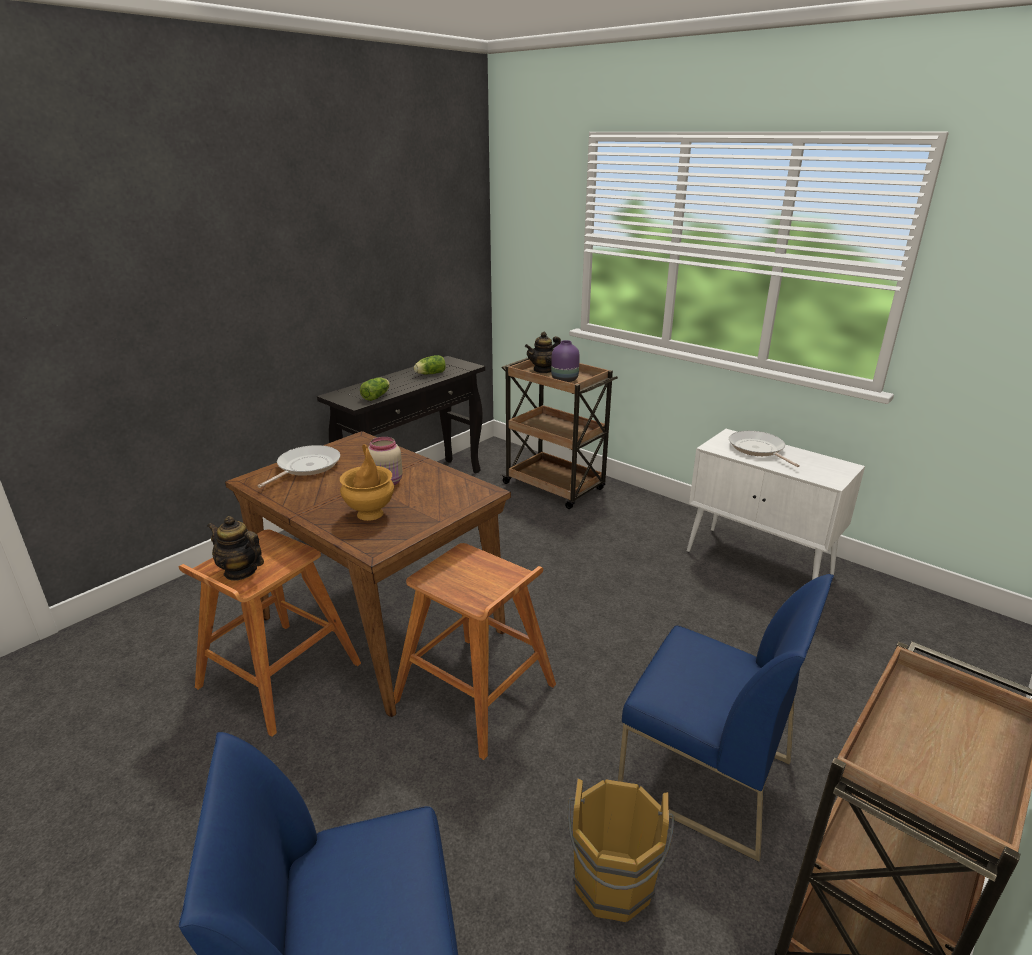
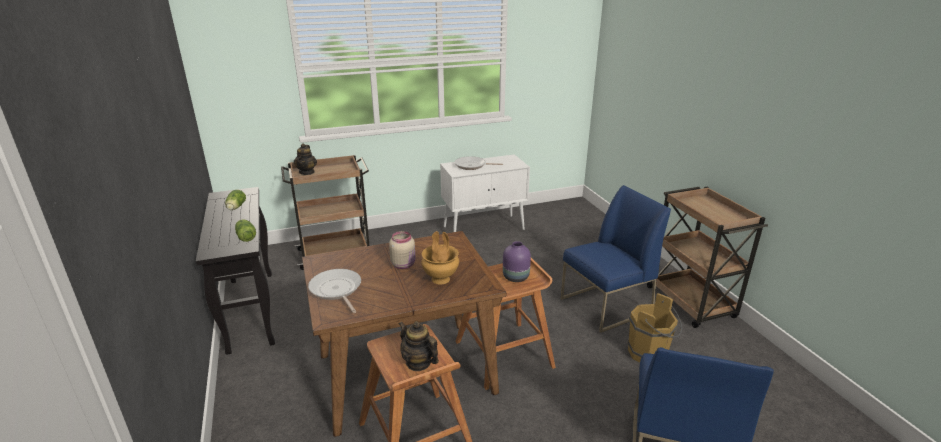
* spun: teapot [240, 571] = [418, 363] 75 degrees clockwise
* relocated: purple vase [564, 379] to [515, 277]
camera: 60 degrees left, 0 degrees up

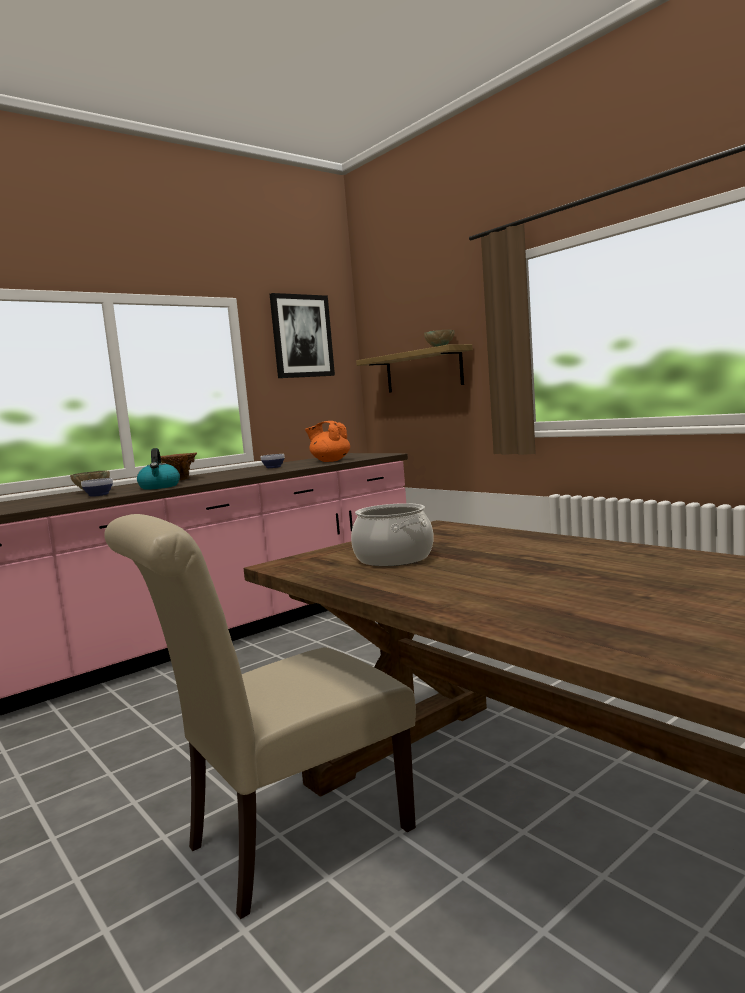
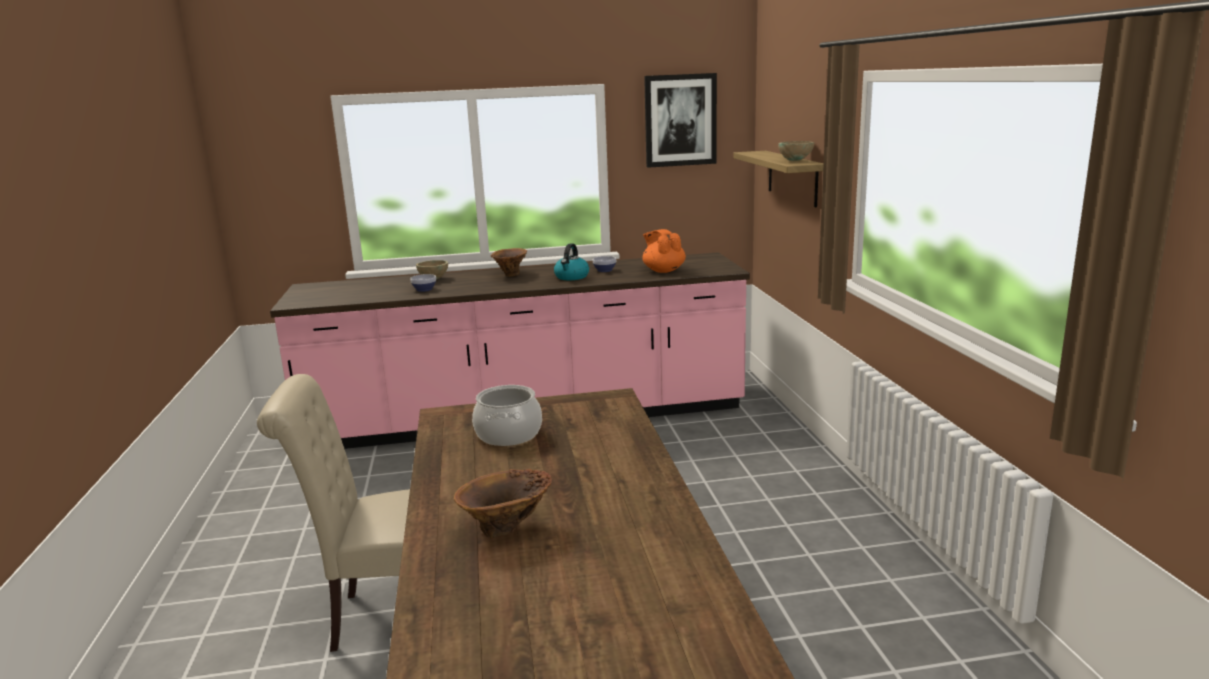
* appeared: brown vase [508, 529]
* relocated: kettle [159, 487] to [571, 277]
camera: 30 degrees right, 10 degrees up

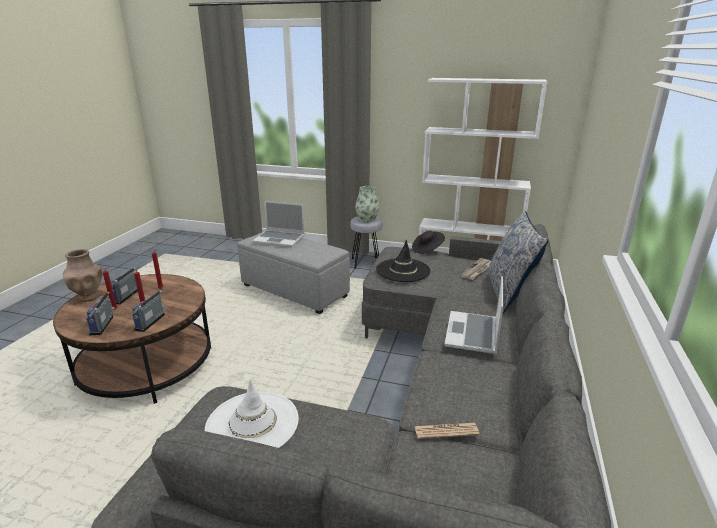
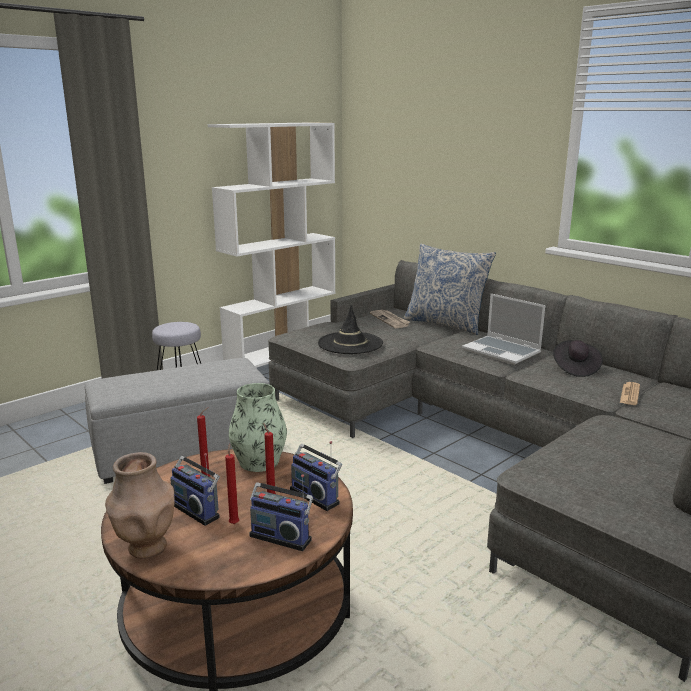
* relocated: vase [367, 219] to [259, 462]
* relocated: black hat [427, 249] to [575, 368]
* missing: white hat [252, 423]
* missing: laptop [280, 239]
camera: 60 degrees left, 5 degrees down

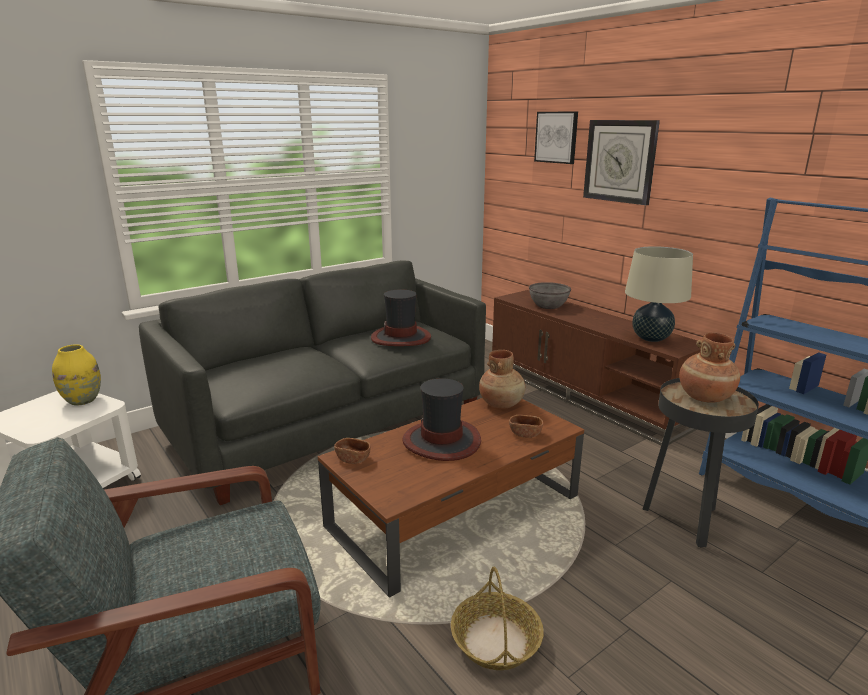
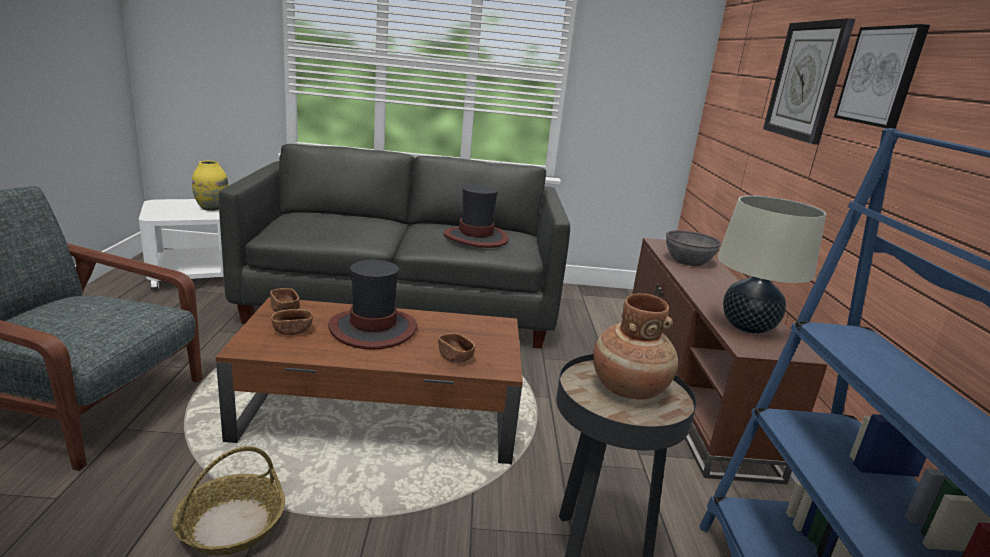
* appeared: brown bowl [292, 331]
* relocated: picture [556, 137] to [881, 76]
* missing: brown vase [501, 404]
camera: 35 degrees right, 0 degrees up

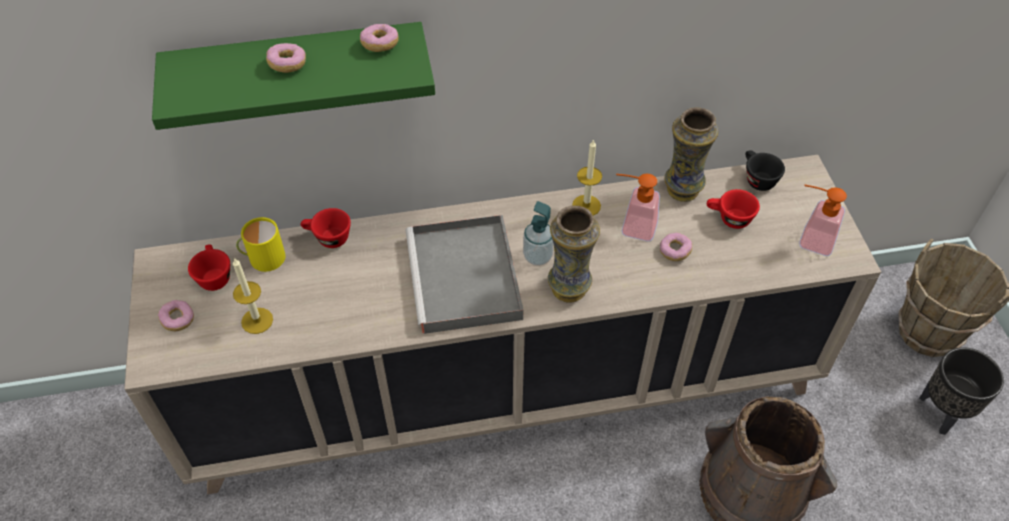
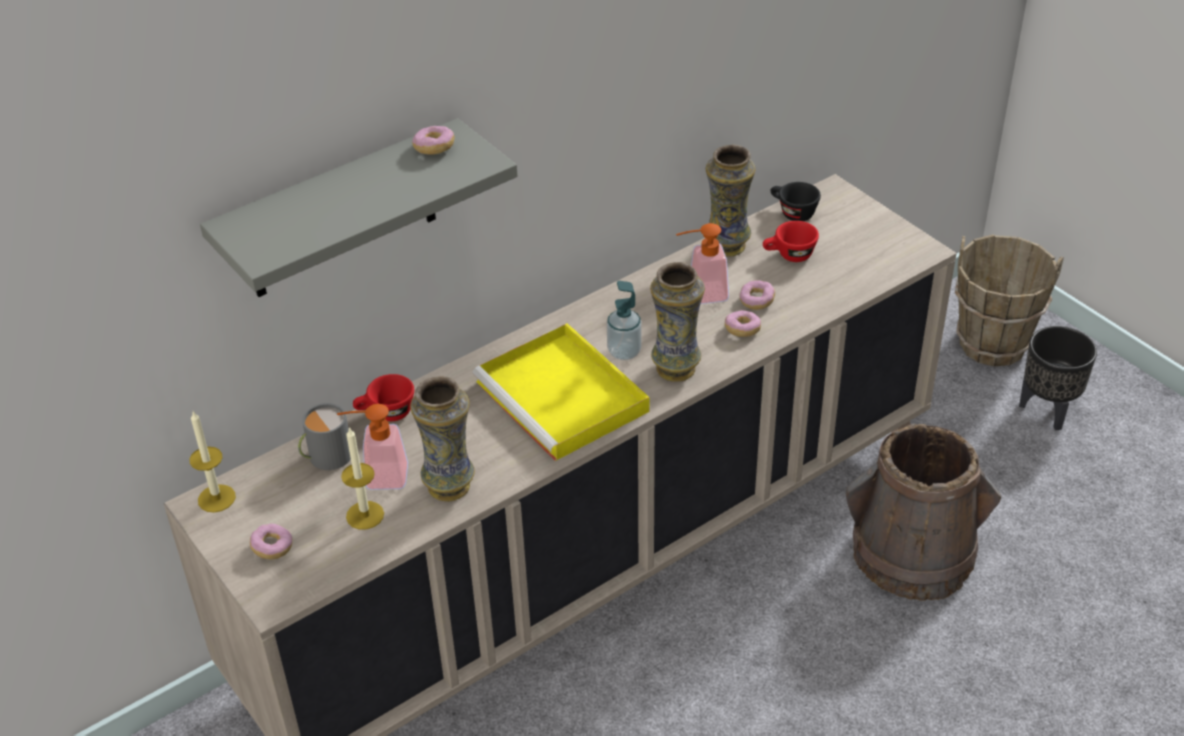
* relocated: candle [586, 205] to [216, 498]
* colour: green shelf [299, 74] to grey shelf [341, 212]
* colour: yellow mug [263, 257] to grey mug [326, 456]
* relocated: soap dispenser [809, 240] to [378, 477]
* appeared: vase [449, 485]
* colour: grey tray [465, 279] to yellow tray [564, 398]
* relocated: donut [287, 64] to [742, 330]
* missing: red cup [214, 276]
camera: 25 degrees left, 10 degrees down

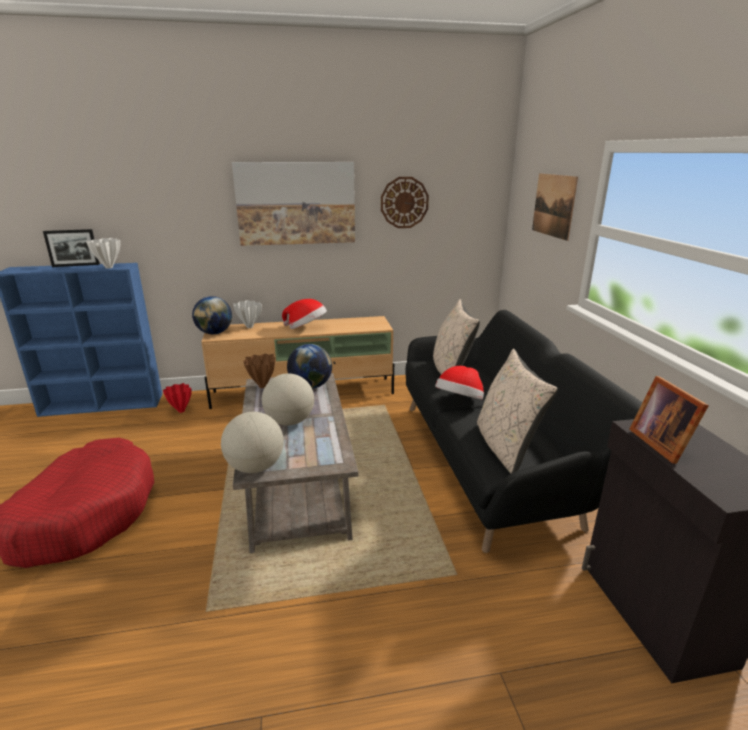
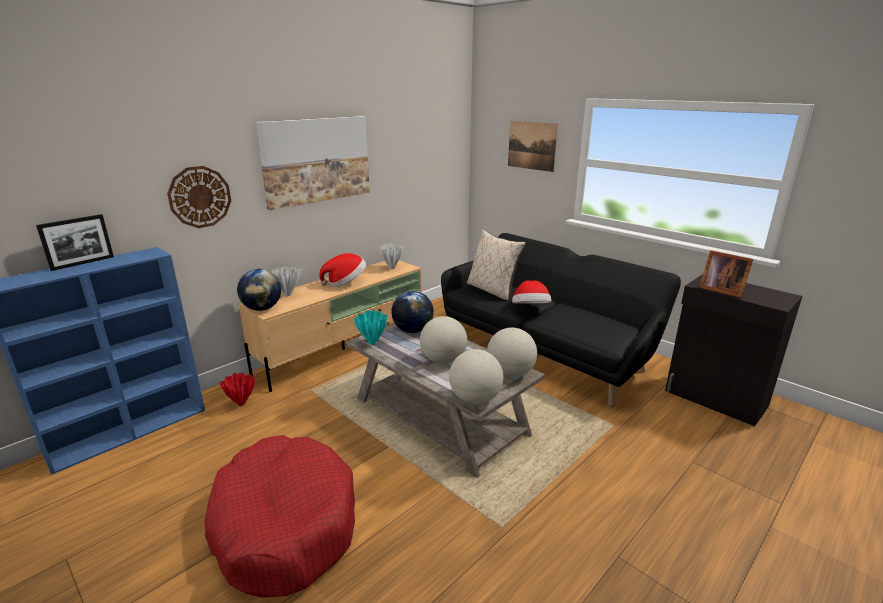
* relocated: wall clock [404, 202] to [200, 197]
* colour: brown vase [262, 386] to turquoise vase [372, 343]
* relocated: white vase [108, 268] to [392, 268]
* appeared: globe [510, 373]
* missing: beige pillow [505, 447]
camera: 35 degrees left, 0 degrees up

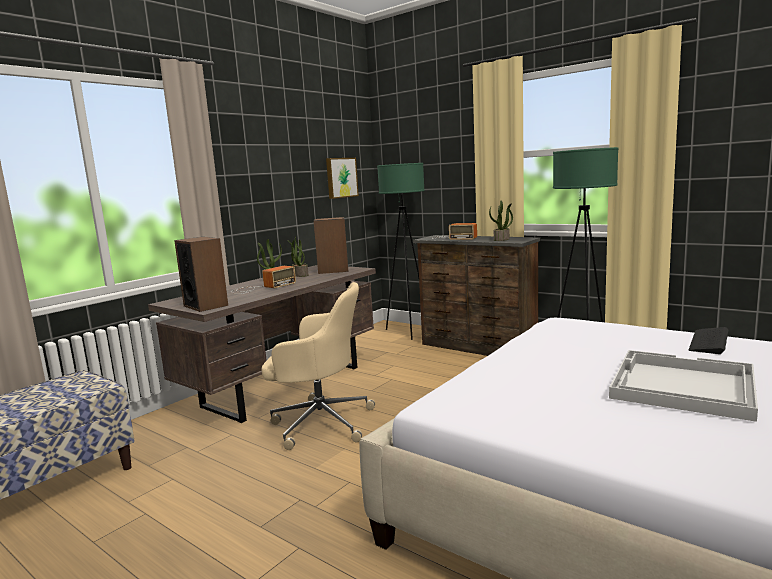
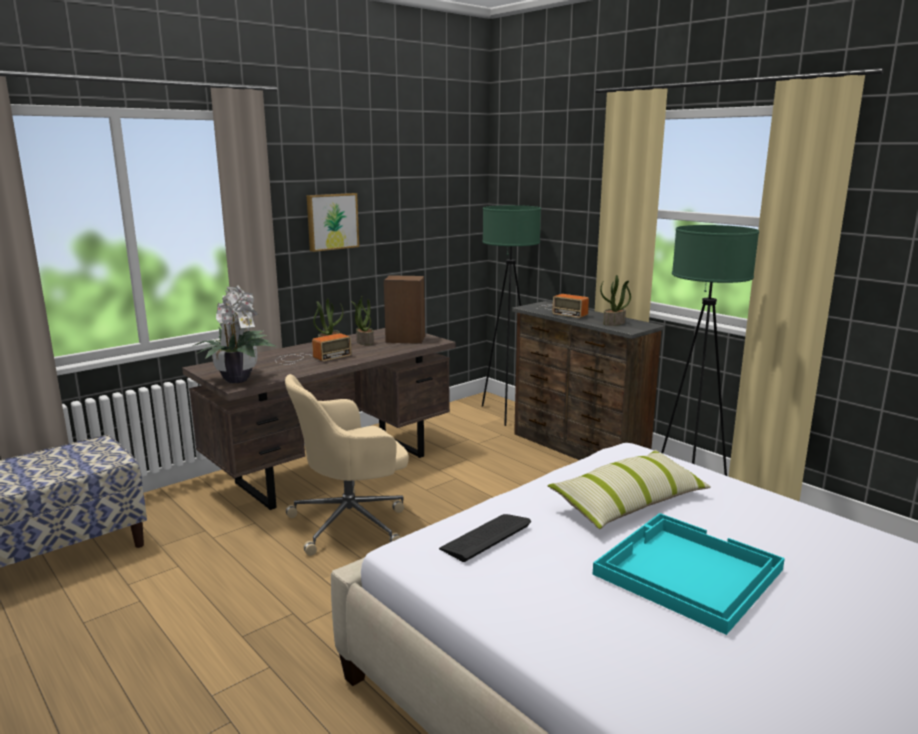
* exchanged: speaker [206, 305] to potted plant [237, 379]
* spun: beige office chair [320, 422] = [352, 523] 135 degrees clockwise
* relocated: picture [341, 177] to [331, 221]
* relocated: keyboard [709, 341] to [485, 537]
* appeared: pillow [629, 503]
* colour: white tray [681, 386] to turquoise tray [686, 572]
camera: 10 degrees right, 5 degrees up

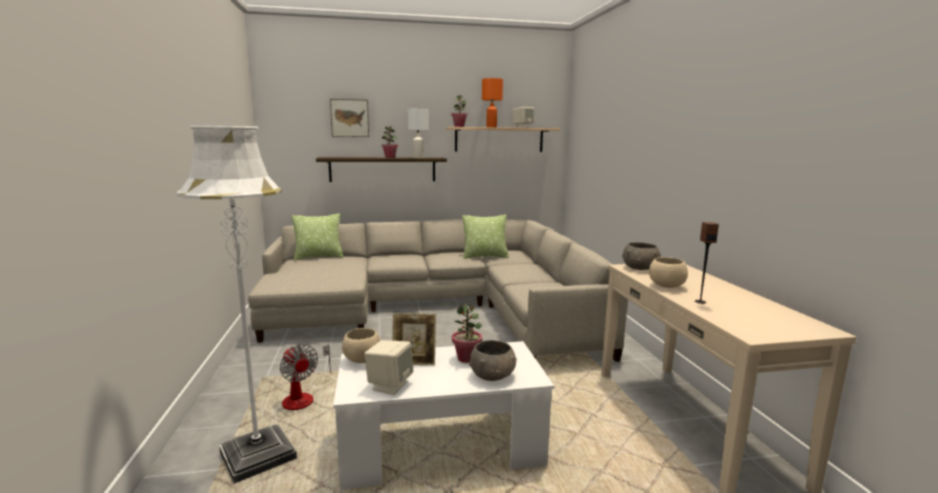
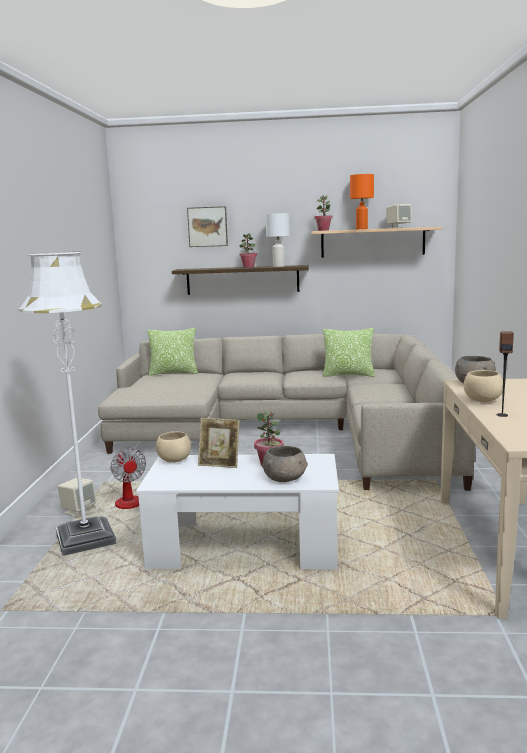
* relocated: beige speaker [389, 385] to [78, 511]
camera: 15 degrees right, 0 degrees up

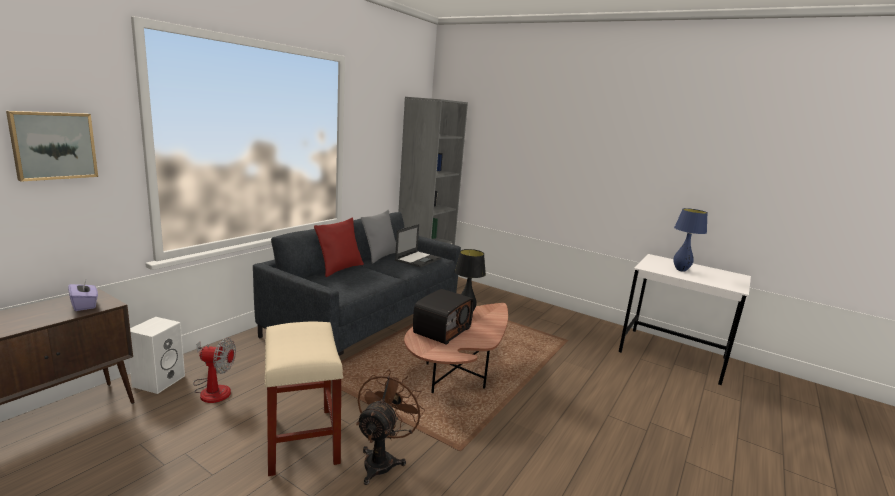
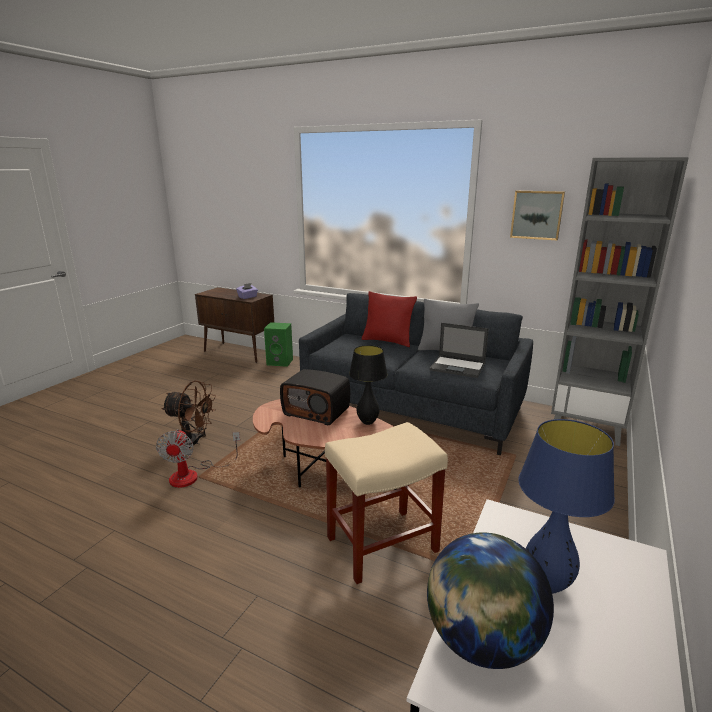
* relocated: fan [213, 389] to [193, 475]
* colour: white speaker [159, 380] to green speaker [280, 362]
* relocated: beige stool [301, 438] to [383, 543]
* appeared: globe [481, 641]
* relocated: picture [53, 145] to [537, 215]
camera: 85 degrees right, 5 degrees up

